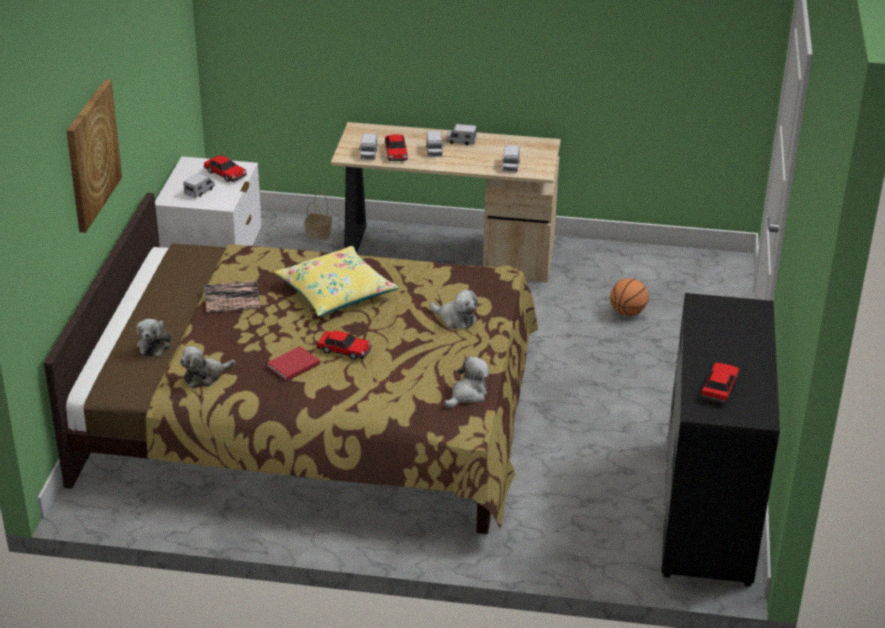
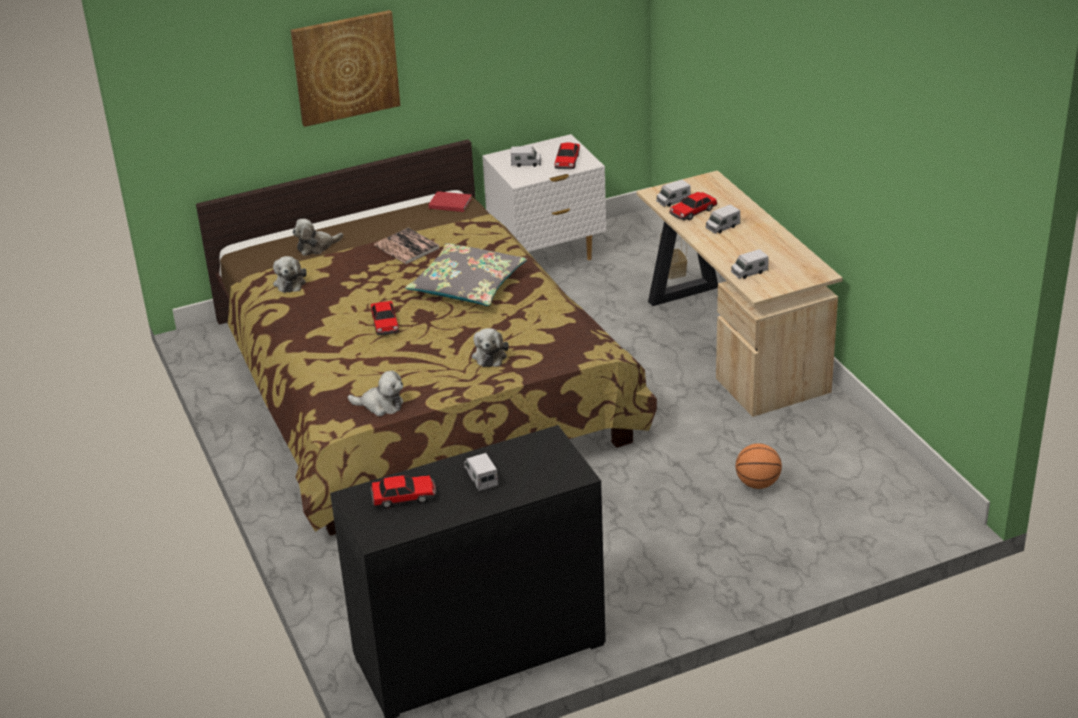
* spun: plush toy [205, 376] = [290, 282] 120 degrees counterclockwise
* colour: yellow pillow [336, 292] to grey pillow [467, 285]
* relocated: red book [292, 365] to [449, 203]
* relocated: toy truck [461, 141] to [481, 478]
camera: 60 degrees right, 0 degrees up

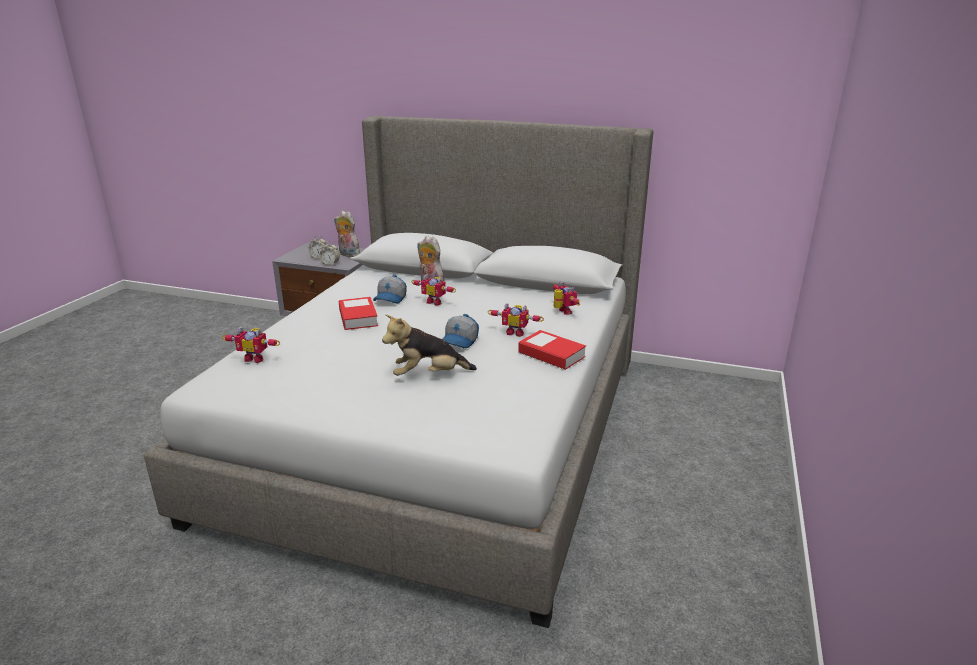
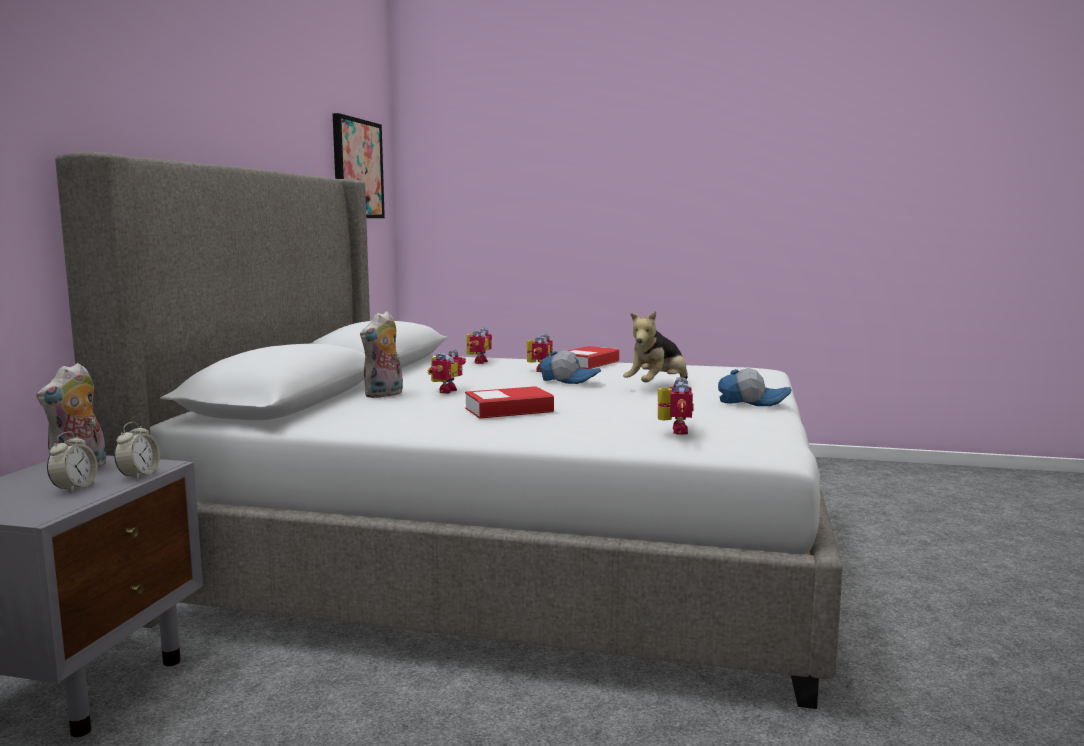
* appeared: picture [357, 169]
* spun: toy robot [562, 312] = [477, 362] 135 degrees clockwise
* spun: plush toy [428, 375] = [657, 386] 60 degrees clockwise
* relocated: cap [391, 298] to [752, 402]
camera: 95 degrees left, 15 degrees down

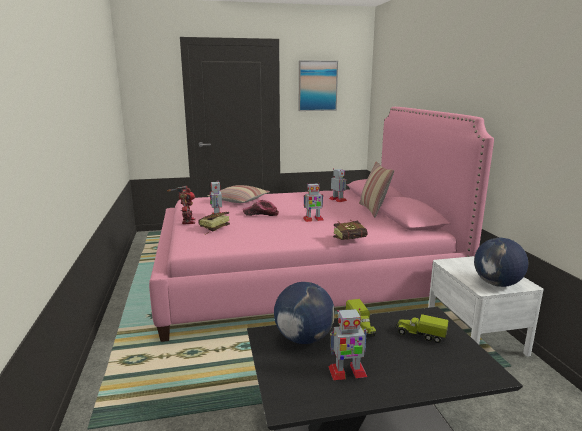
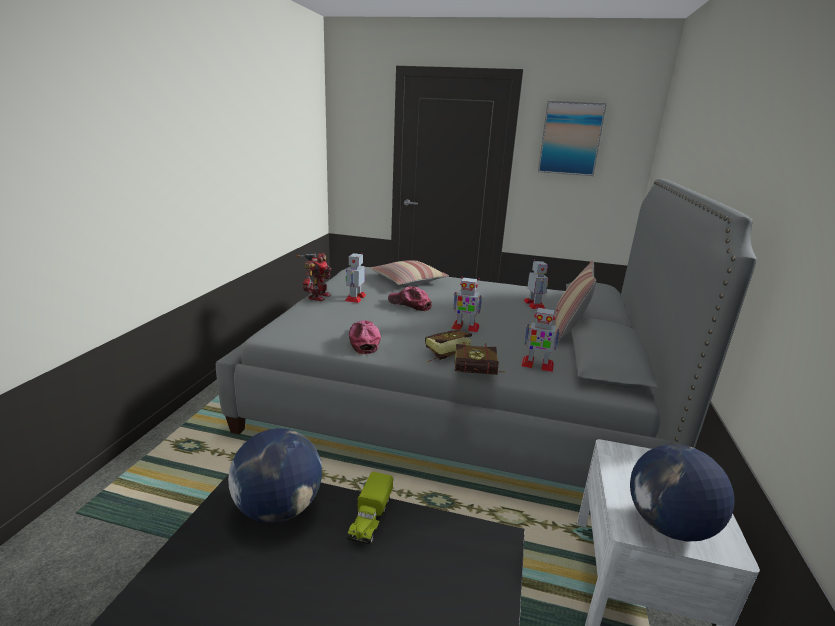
* colour: pink bed [300, 276] to grey bed [454, 395]
* appeared: cap [363, 341]
* relocated: book [212, 229] to [443, 354]
* relocated: toy robot [347, 372] to [537, 365]
* missing: toy truck [420, 335]
camera: 25 degrees right, 5 degrees up

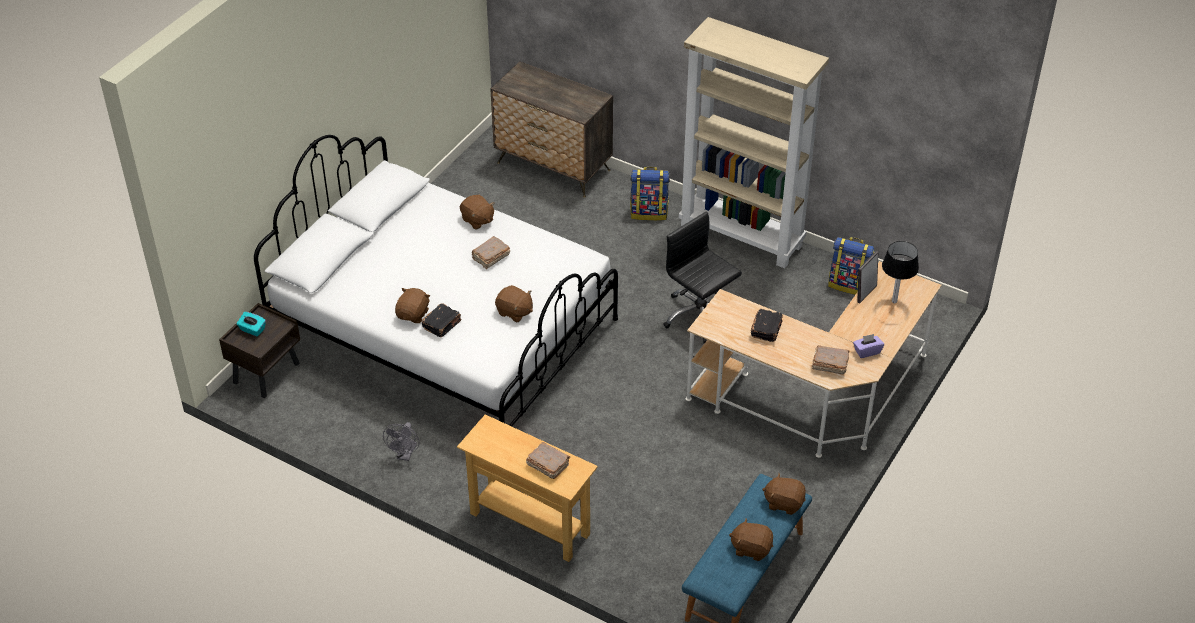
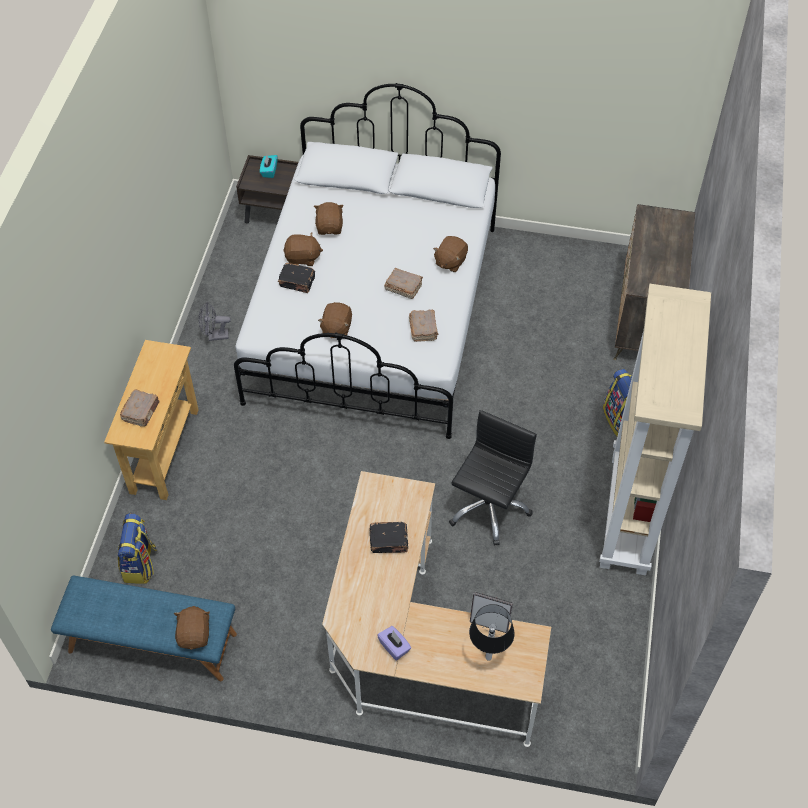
* relocated: backpack [849, 284] to [140, 564]
* relocated: brown plush toy [751, 548] to [330, 227]
* relocated: brown book [829, 364] to [423, 329]
camera: 70 degrees right, 10 degrees up

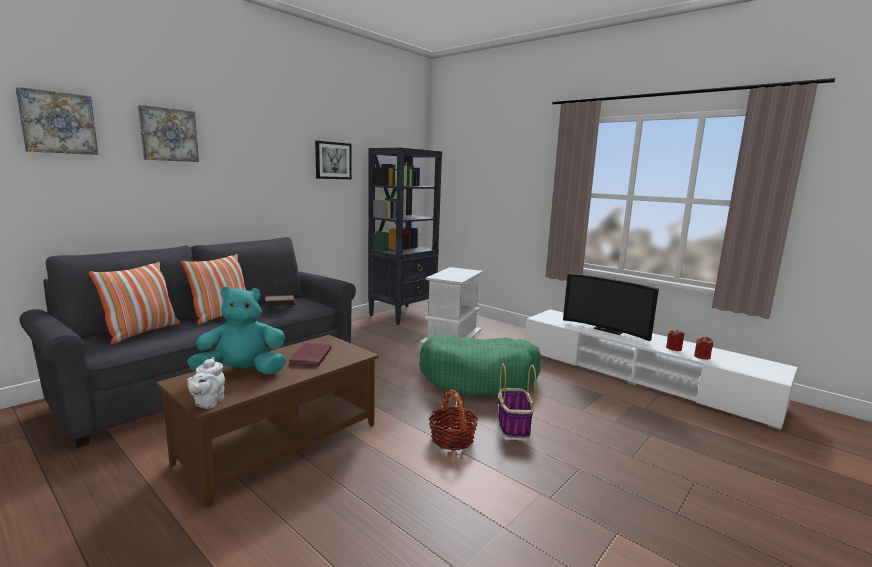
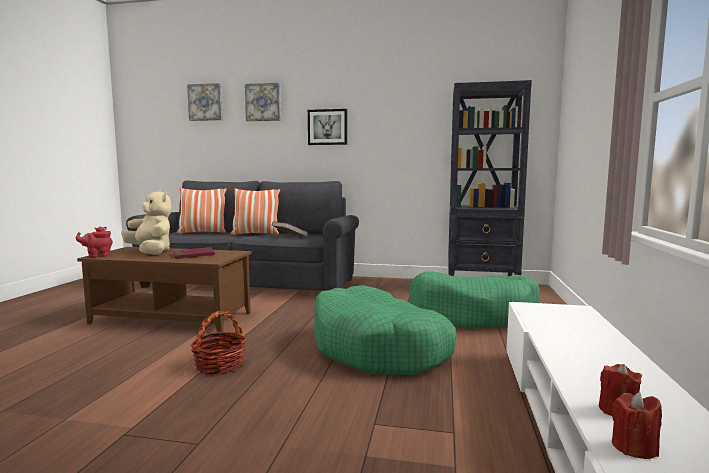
* colour: white teapot [208, 403] to red teapot [97, 256]
* colour: turquoise plush toy [242, 372] to beige plush toy [151, 252]
* relocated: picture [333, 160] to [327, 127]
* exchanged: white side table [452, 335] to green dog bed [473, 315]
* missing: basket [513, 425]
* missing: television [608, 330]
camera: 60 degrees right, 5 degrees down

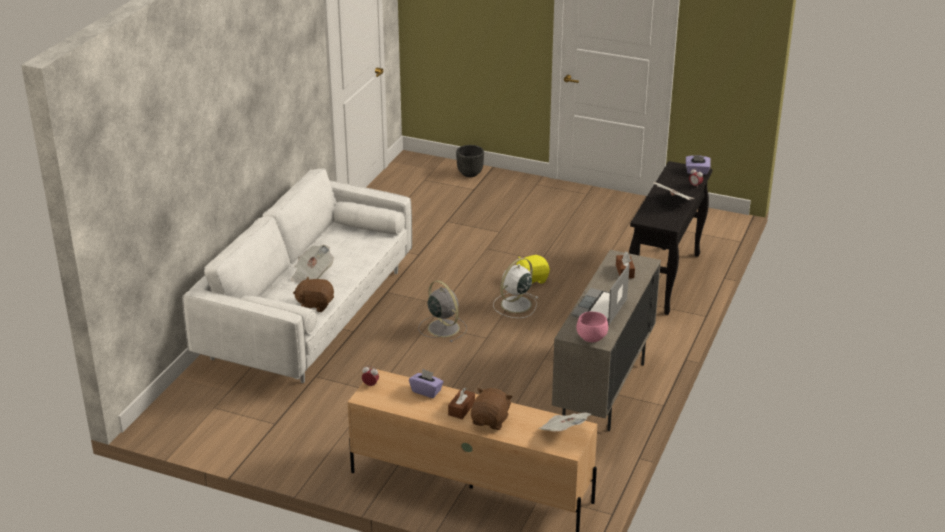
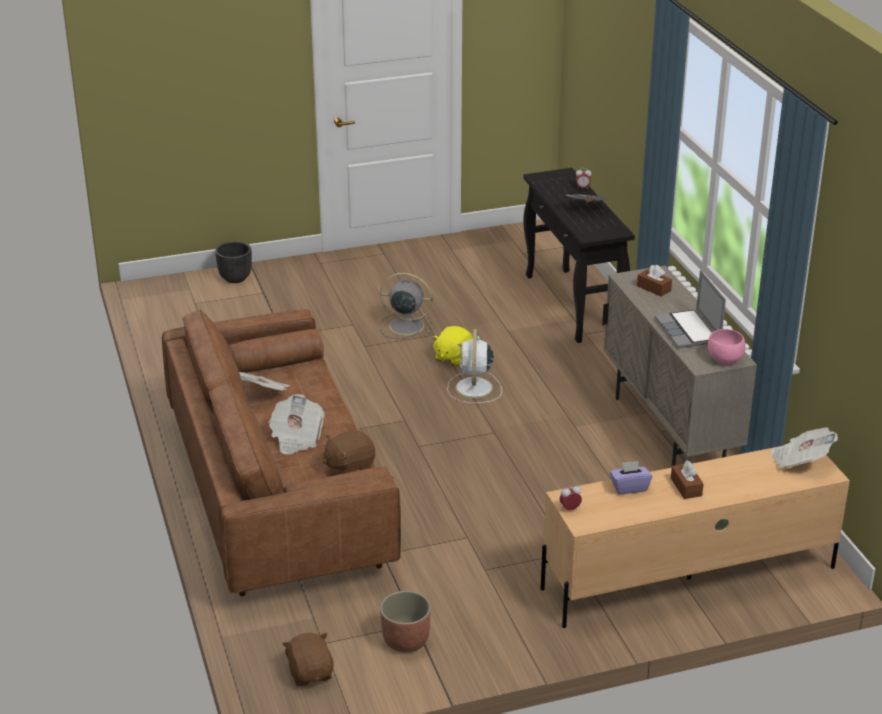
* colour: white sofa [308, 314] to brown sofa [278, 495]
* appeared: newspaper [264, 394]
* relocated: brown plush toy [491, 420] to [310, 673]
* relocated: grey fan [442, 327] to [404, 326]
* appeared: planter [405, 640]
* missing: purple tissue box [697, 171]
camera: 40 degrees left, 0 degrees up

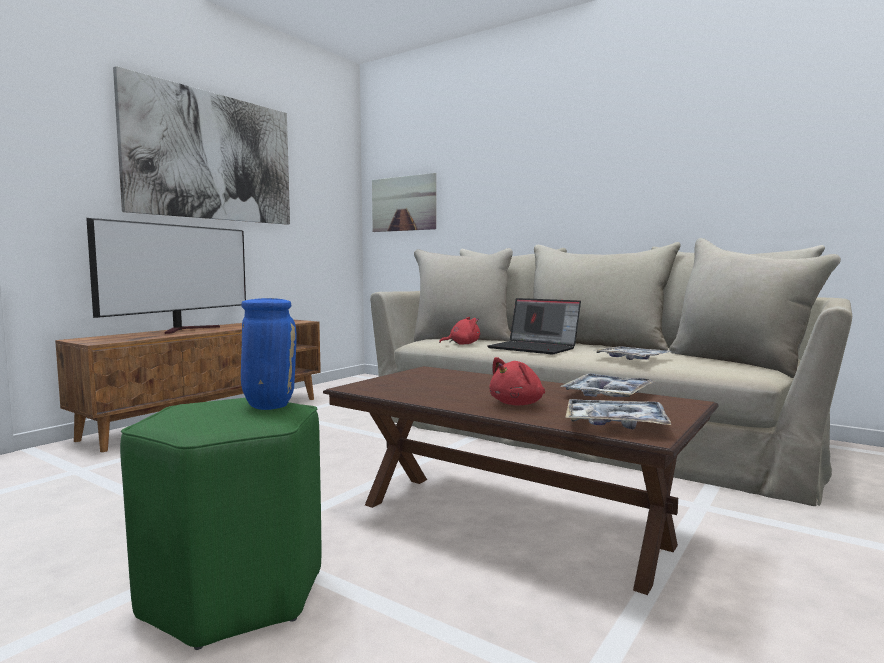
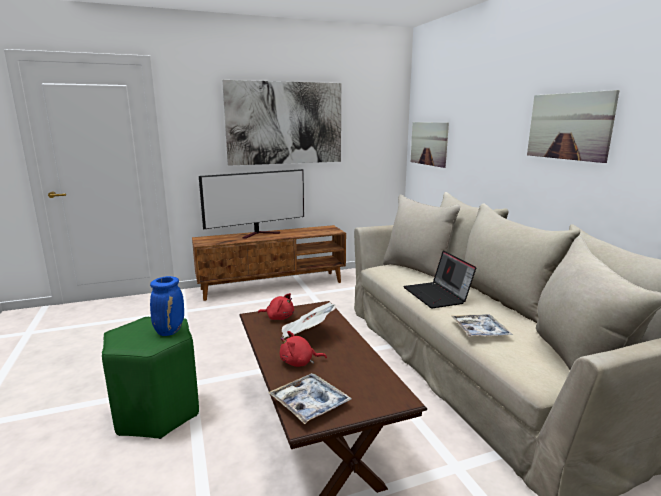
* relocated: red plush toy [462, 344] to [279, 317]
* appeared: newspaper [306, 334]
* appeared: picture [569, 126]
* missing: tray [607, 394]
camera: 35 degrees right, 10 degrees up

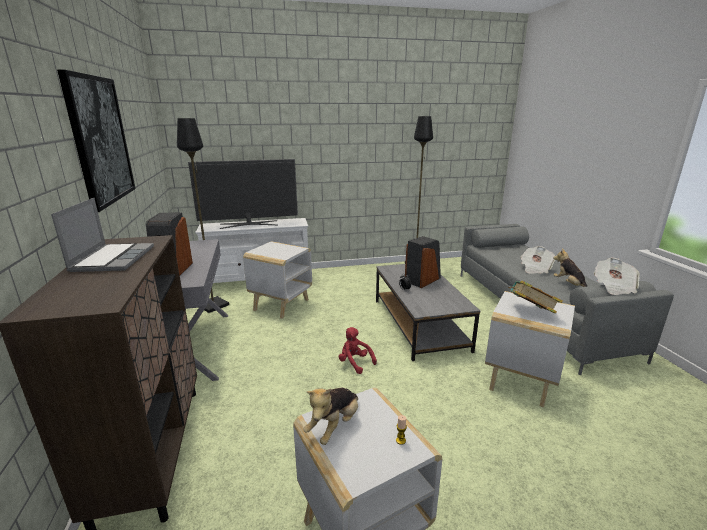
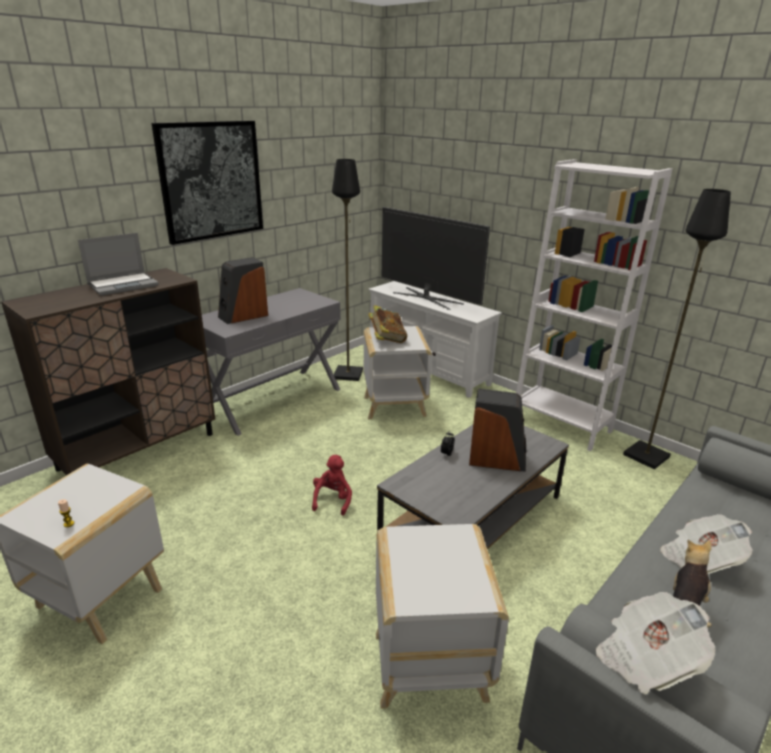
* relocated: book [530, 311] to [387, 339]
* appeared: white bookcase [561, 424]
* missing: plush toy [334, 426]
camera: 55 degrees right, 5 degrees up

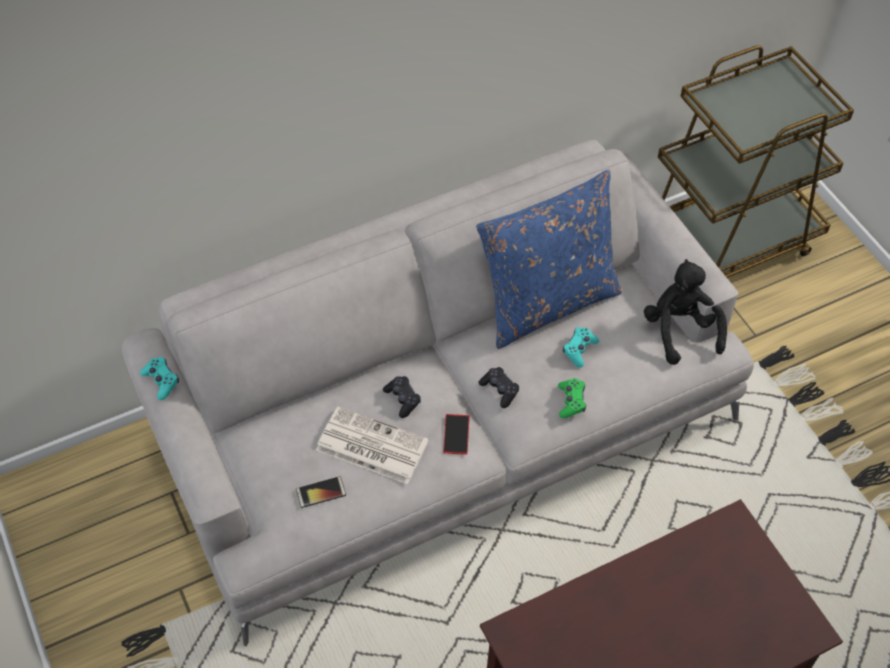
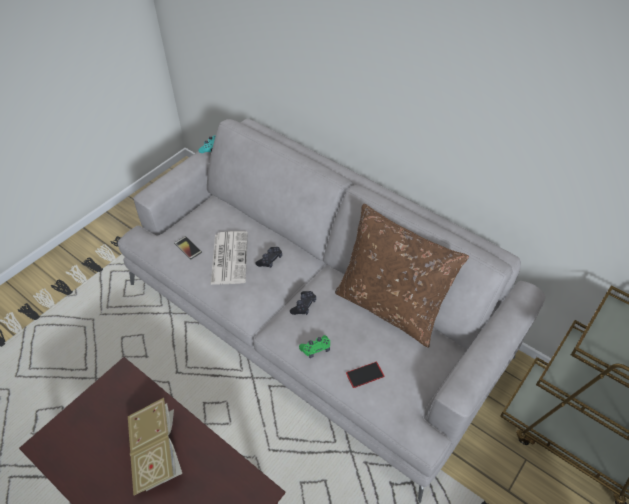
* appeared: book [157, 453]
* colour: blue pillow [547, 302] to brown pillow [390, 307]
* relocated: phone [456, 434] to [365, 374]
* missing: turquoise game controller [579, 350]
* missing: black plush toy [680, 330]
camera: 65 degrees right, 5 degrees down

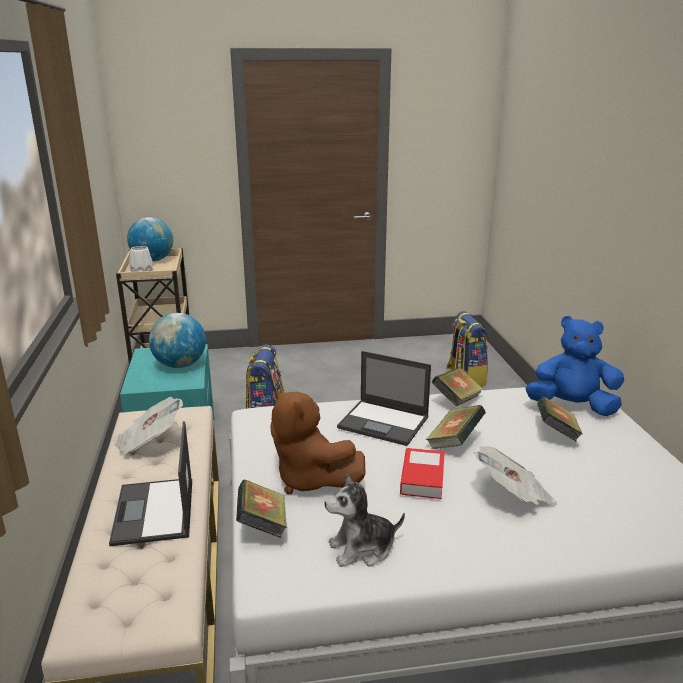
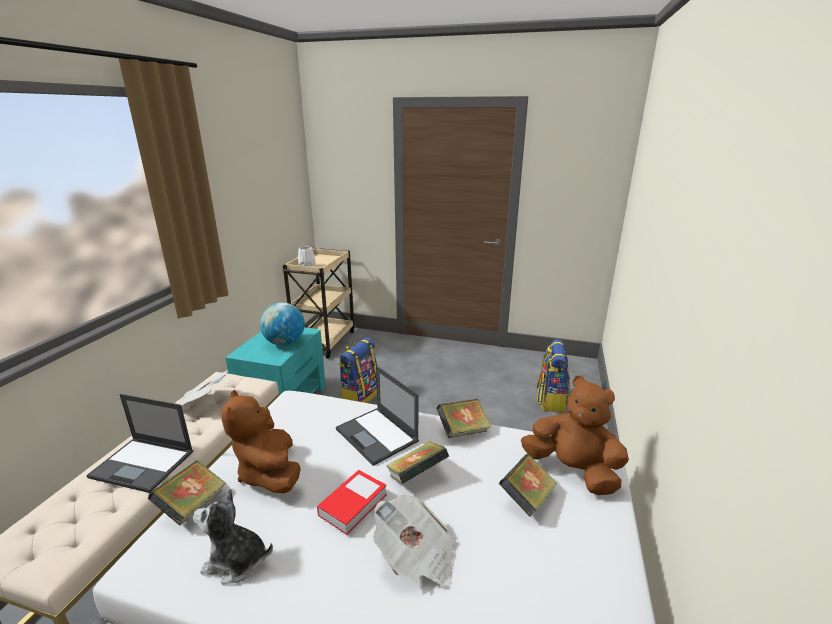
* spun: laptop [154, 512] = [143, 464] 90 degrees counterclockwise
* colour: blue plush toy [571, 406] to brown plush toy [572, 470]
* missing: globe [152, 260]
camera: 25 degrees right, 0 degrees up

